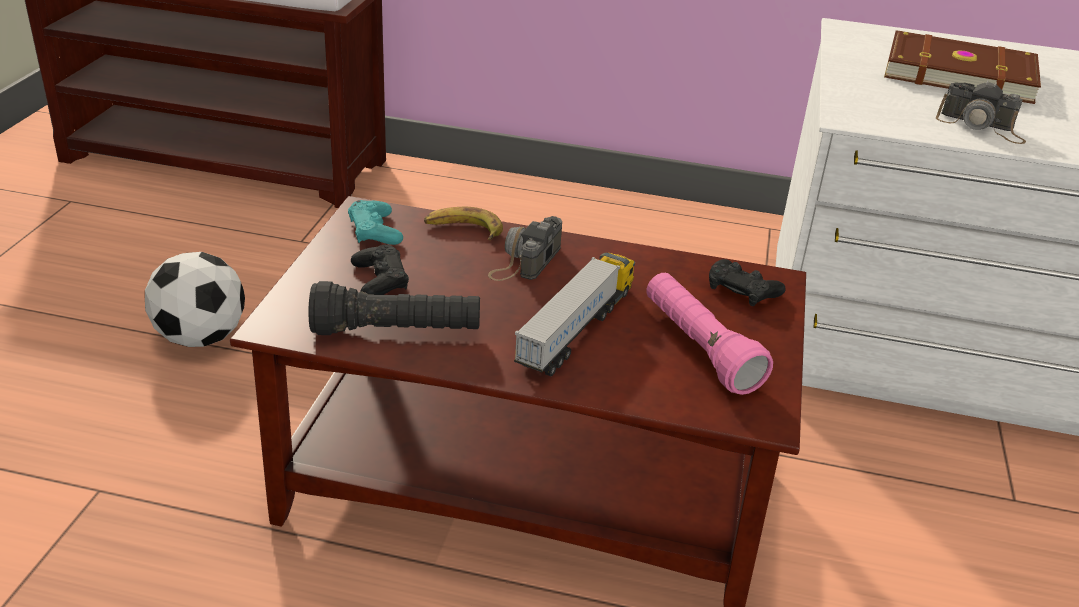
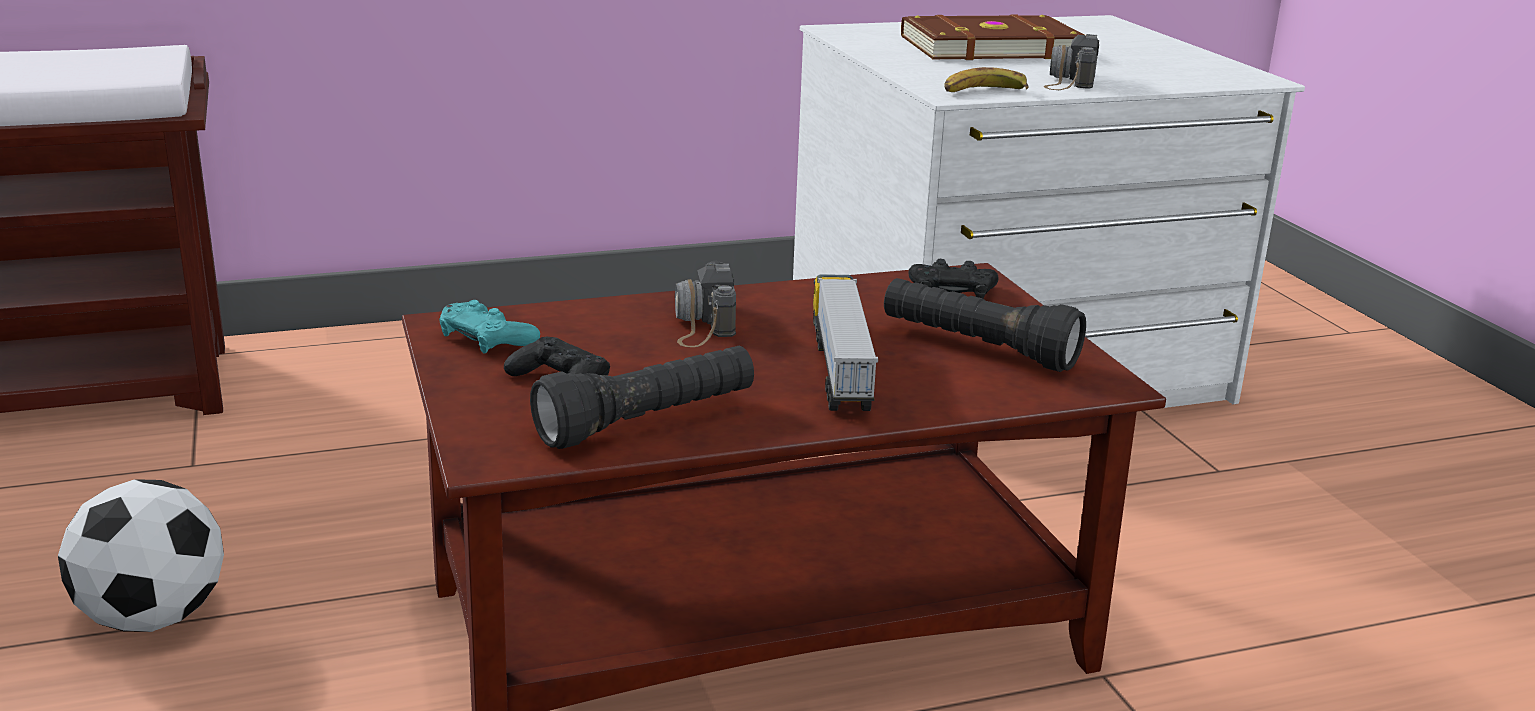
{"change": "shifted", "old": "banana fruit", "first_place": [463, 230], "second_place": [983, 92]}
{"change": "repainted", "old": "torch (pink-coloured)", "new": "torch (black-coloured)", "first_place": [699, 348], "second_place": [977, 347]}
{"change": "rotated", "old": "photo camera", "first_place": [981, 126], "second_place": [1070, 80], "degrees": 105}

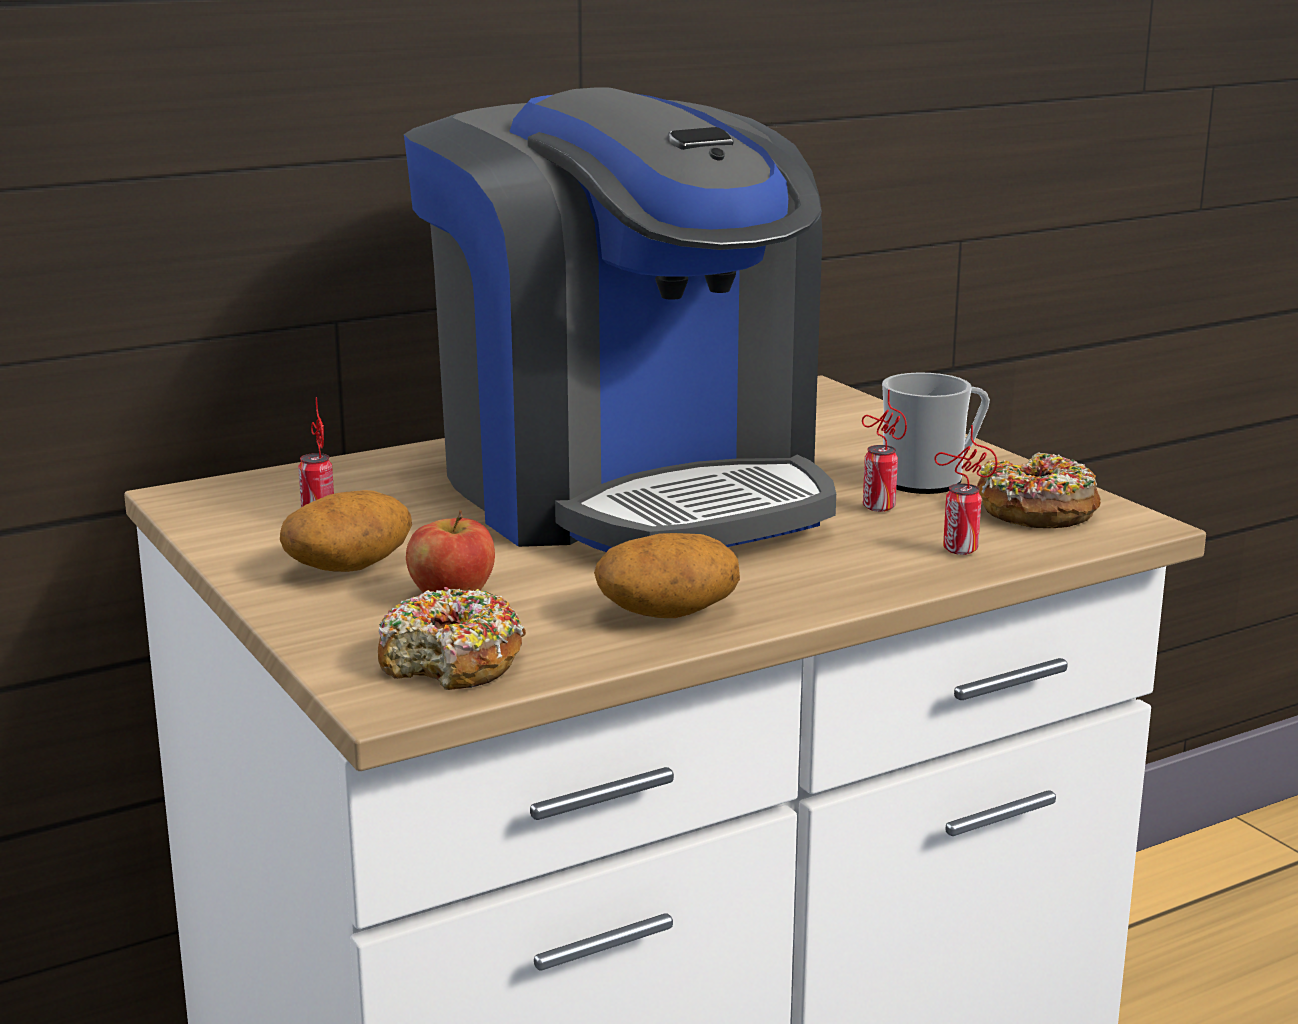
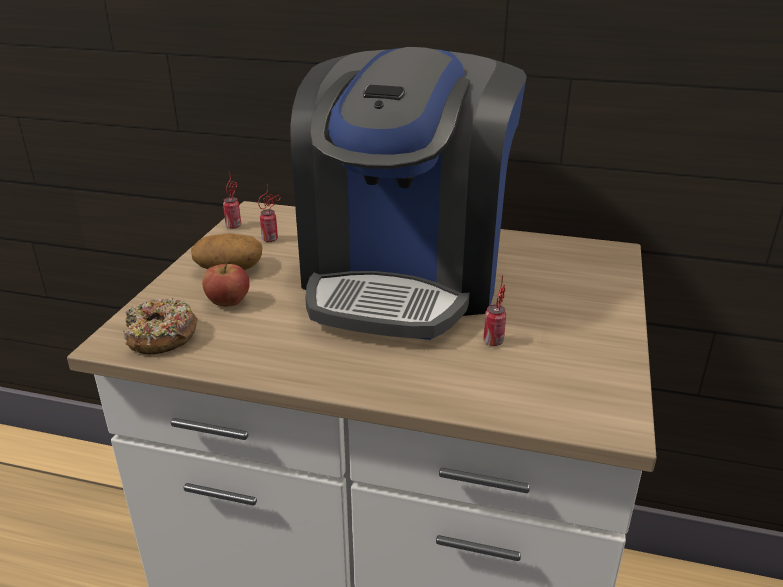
{"change": "gone", "old": "potato", "first_place": [667, 613]}
{"change": "gone", "old": "coffee mug", "first_place": [931, 481]}
{"change": "gone", "old": "ring doughnut", "first_place": [1037, 511]}
{"change": "shifted", "old": "sealed can", "first_place": [956, 549], "second_place": [234, 225]}

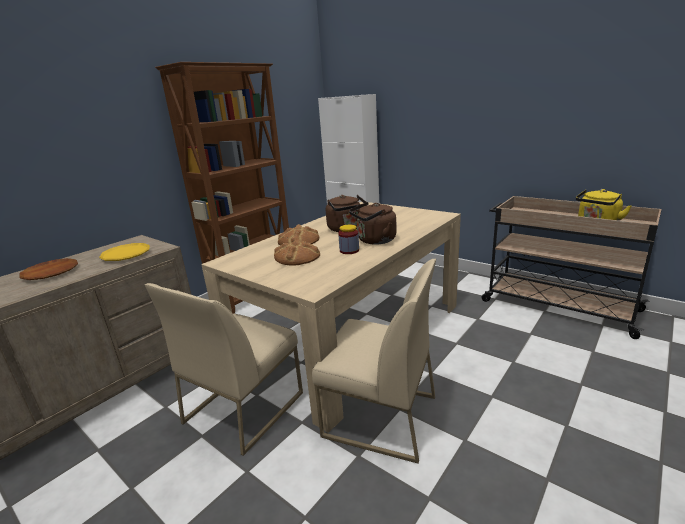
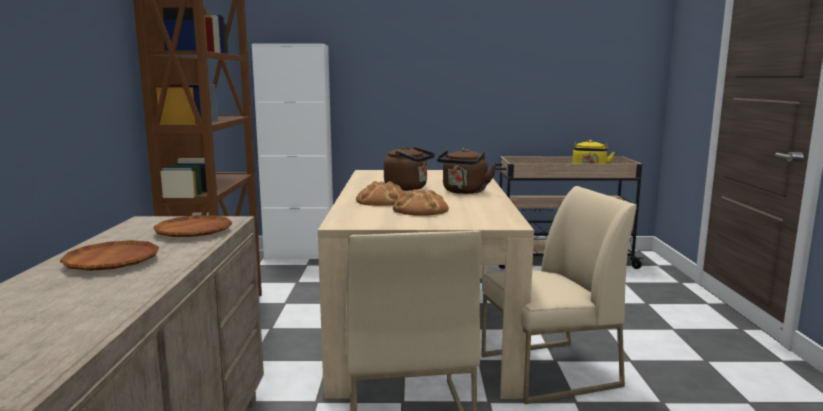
{"change": "gone", "old": "preserve jar", "first_place": [349, 250]}
{"change": "repainted", "old": "plate (yellow)", "new": "plate (brownish)", "first_place": [126, 255], "second_place": [194, 232]}

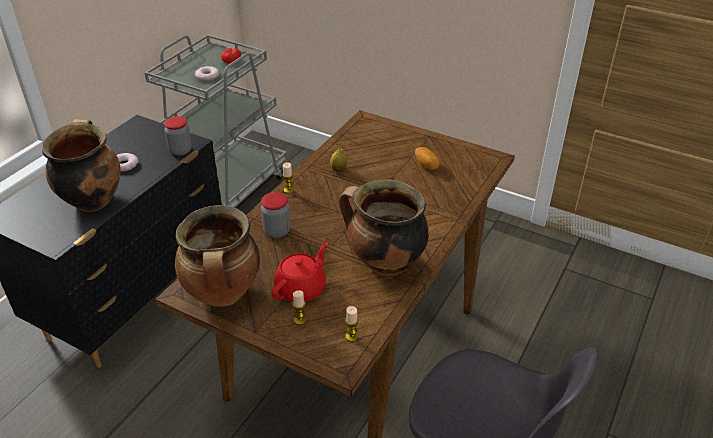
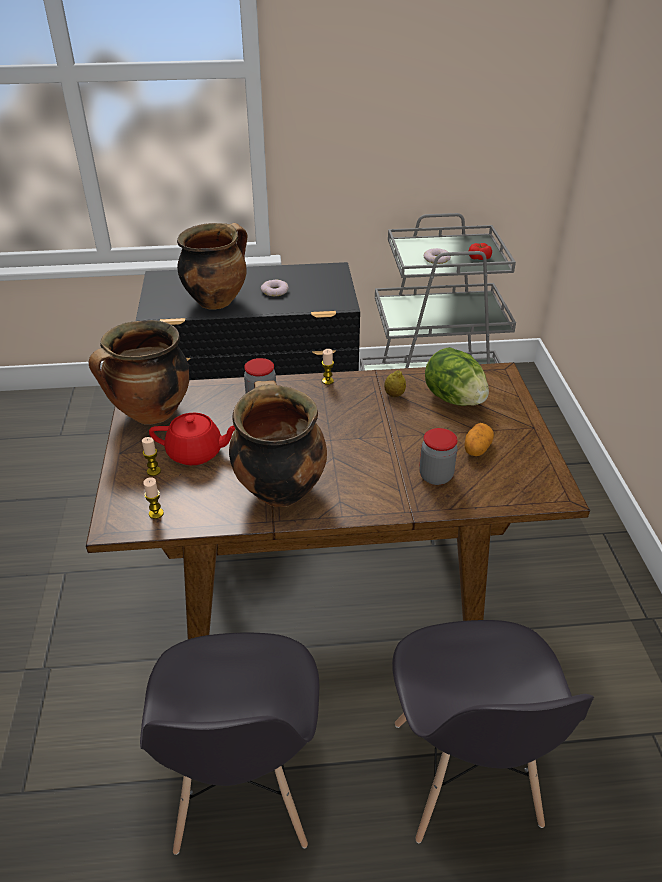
{"change": "new", "new": "plain chair (greyish)", "second_place": [465, 775]}
{"change": "new", "new": "lettuce", "second_place": [454, 399]}
{"change": "shifted", "old": "preserve jar", "first_place": [180, 150], "second_place": [436, 476]}

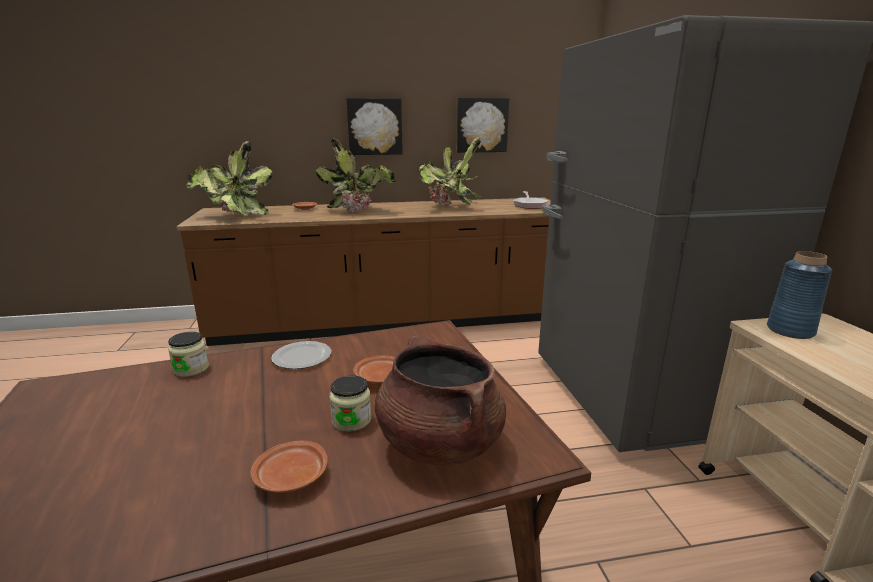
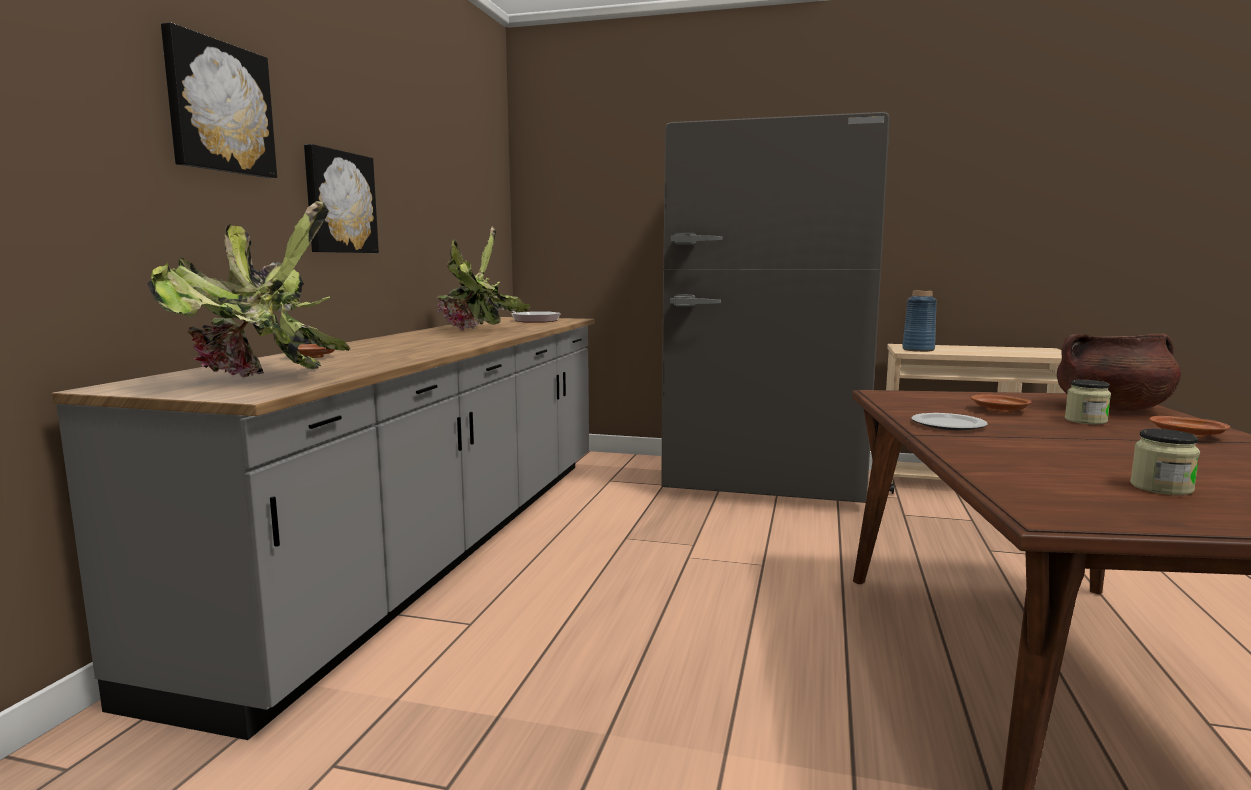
{"change": "gone", "old": "plant in a pot", "first_place": [359, 210]}
{"change": "shifted", "old": "preserve jar", "first_place": [191, 369], "second_place": [1161, 488]}
{"change": "shifted", "old": "wall picture", "first_place": [481, 125], "second_place": [218, 108]}
{"change": "repainted", "old": "kitchen counter (brownish)", "new": "kitchen counter (greyish)", "first_place": [390, 322], "second_place": [438, 545]}

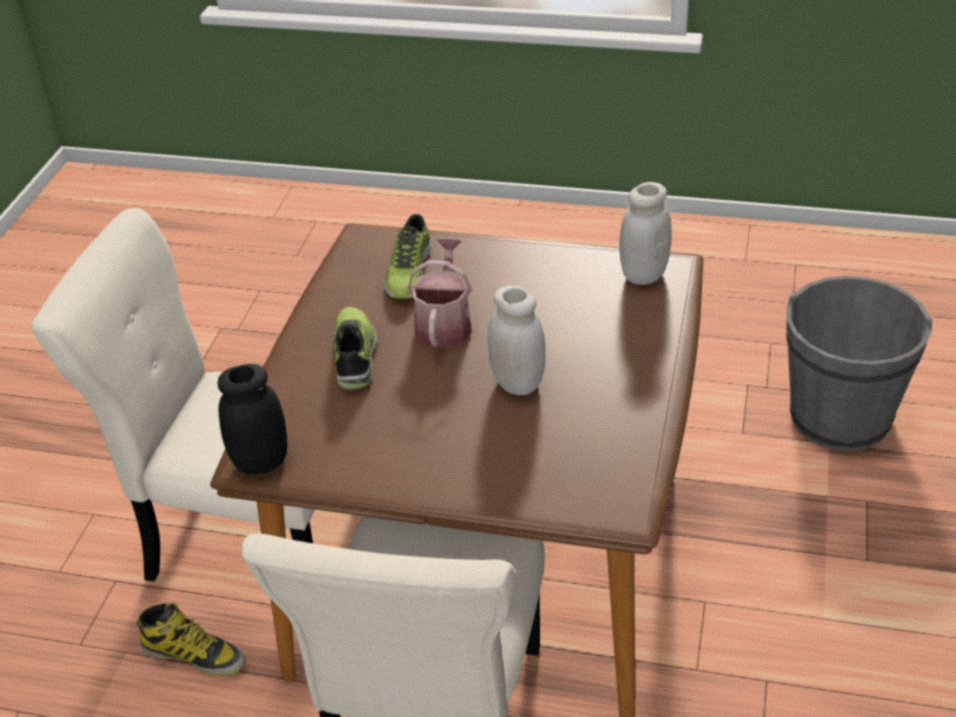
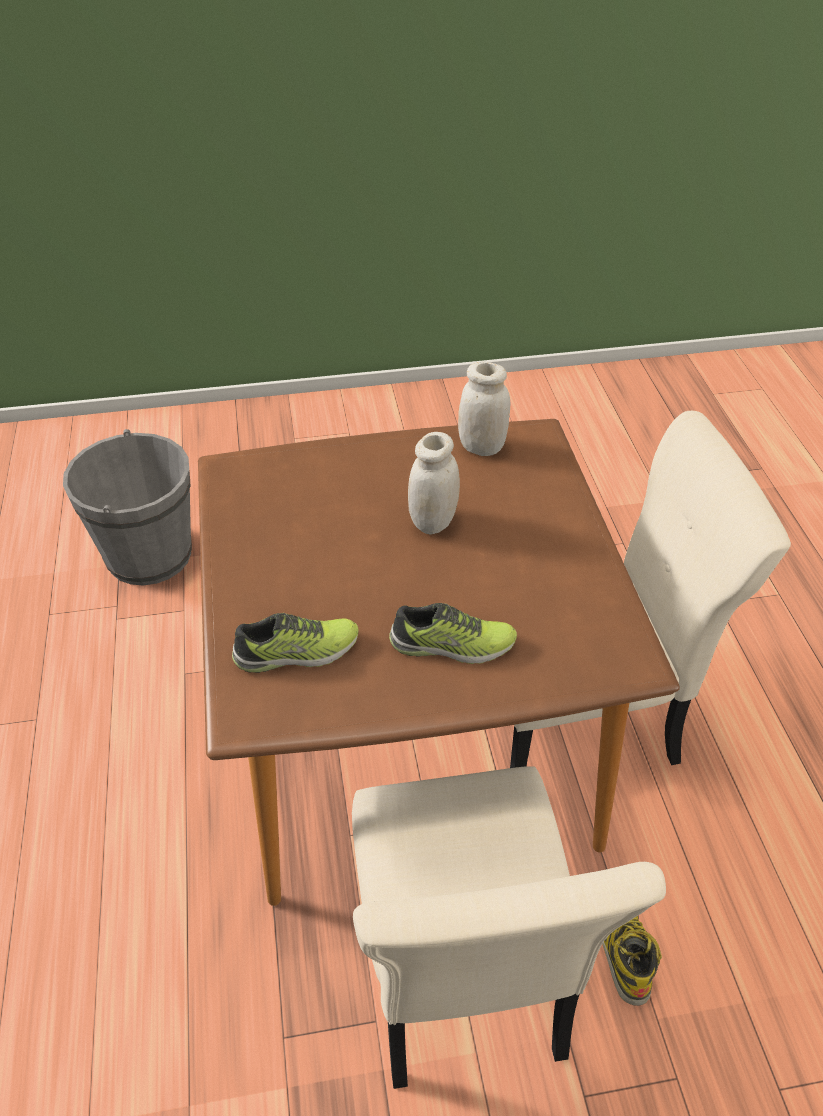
{"change": "gone", "old": "preserve jar (black-coloured)", "first_place": [261, 462]}
{"change": "gone", "old": "sprinkling can", "first_place": [444, 323]}
{"change": "shifted", "old": "preserve jar (white-coloured)", "first_place": [643, 274], "second_place": [481, 447]}
{"change": "rotated", "old": "shoe", "first_place": [355, 355], "second_place": [452, 645], "degrees": -150}

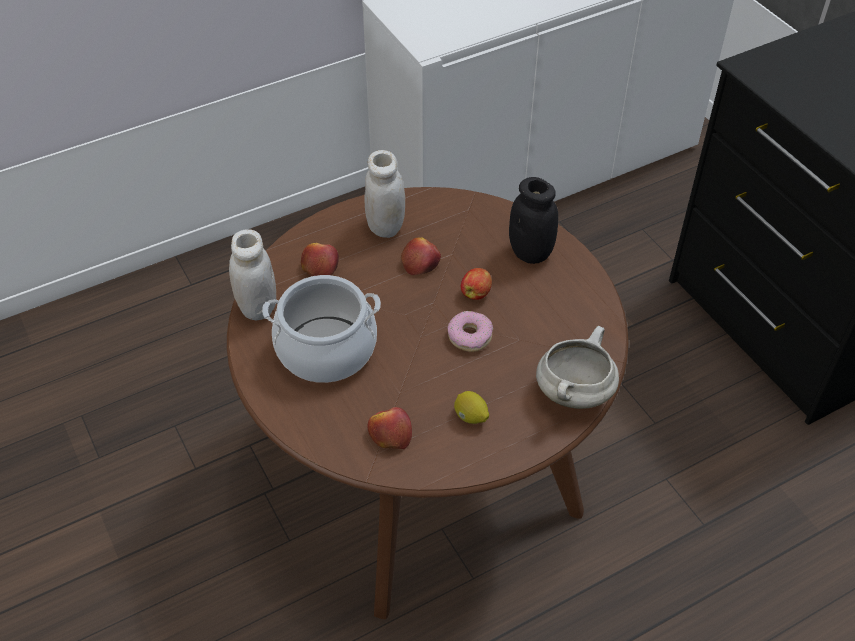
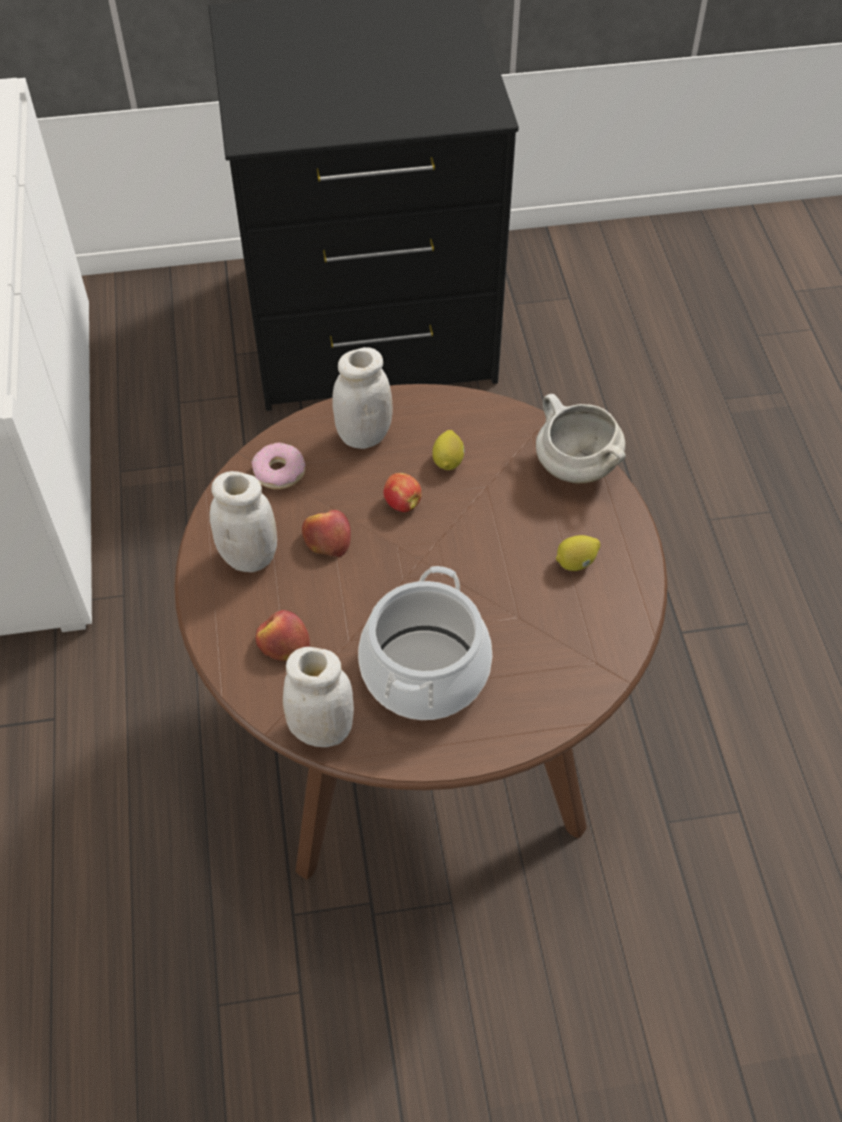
{"change": "gone", "old": "apple fruit", "first_place": [390, 434]}
{"change": "new", "new": "citrus fruit", "second_place": [448, 461]}
{"change": "shifted", "old": "ring doughnut", "first_place": [470, 336], "second_place": [279, 472]}
{"change": "repainted", "old": "preserve jar (black-coloured)", "new": "preserve jar (white-coloured)", "first_place": [530, 253], "second_place": [364, 435]}

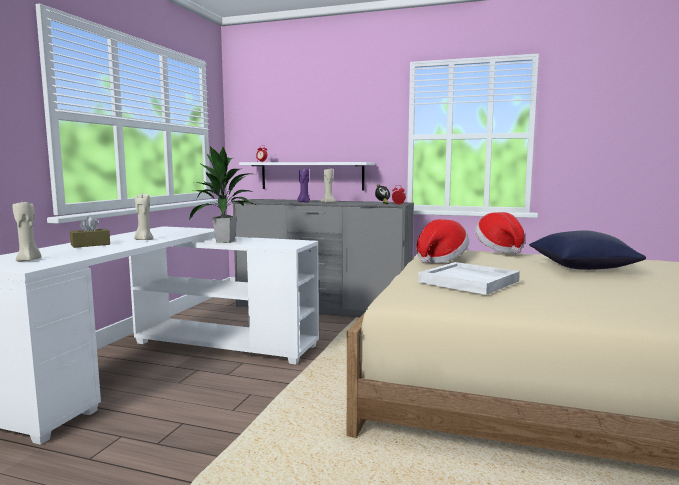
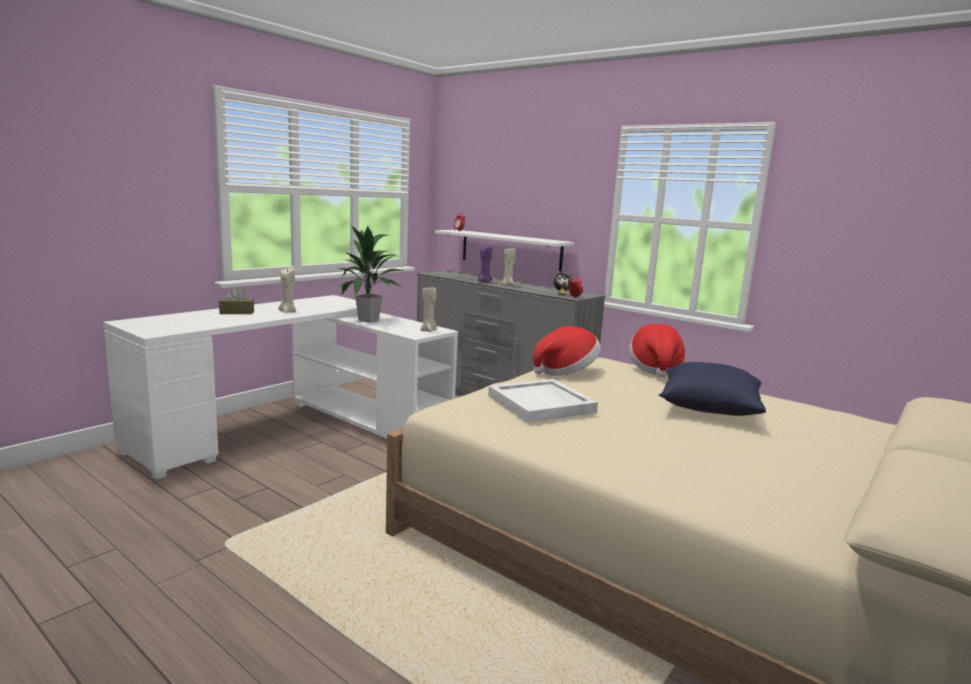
{"change": "shifted", "old": "wax candle (beige)", "first_place": [29, 260], "second_place": [428, 331]}

